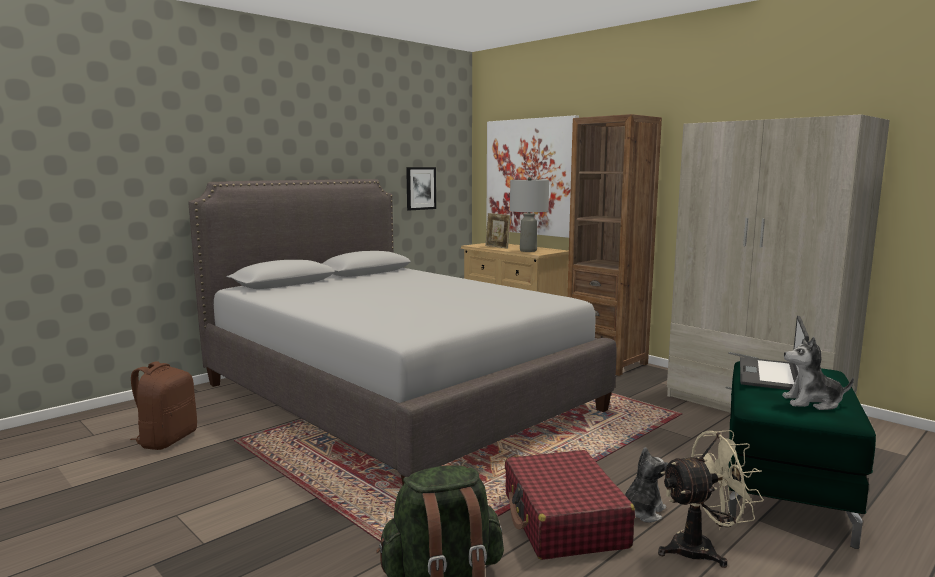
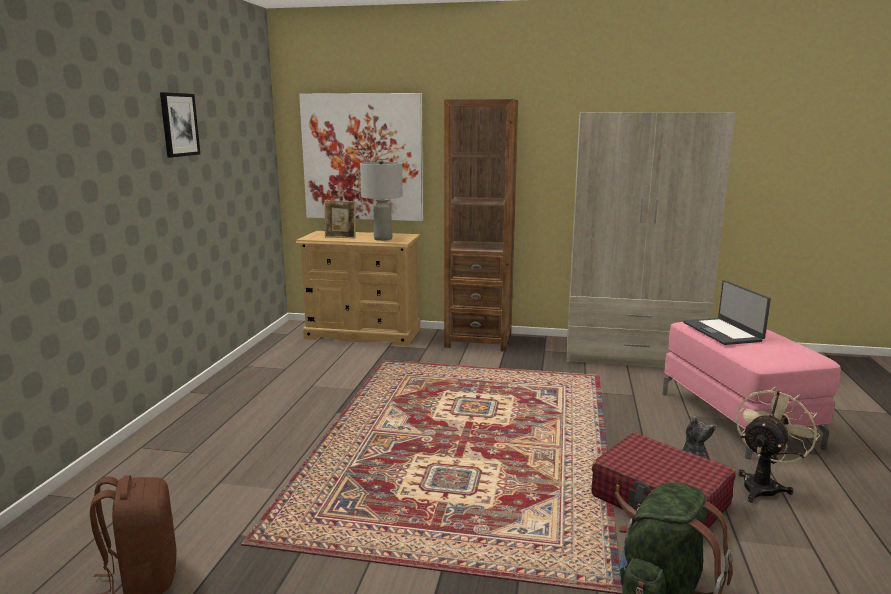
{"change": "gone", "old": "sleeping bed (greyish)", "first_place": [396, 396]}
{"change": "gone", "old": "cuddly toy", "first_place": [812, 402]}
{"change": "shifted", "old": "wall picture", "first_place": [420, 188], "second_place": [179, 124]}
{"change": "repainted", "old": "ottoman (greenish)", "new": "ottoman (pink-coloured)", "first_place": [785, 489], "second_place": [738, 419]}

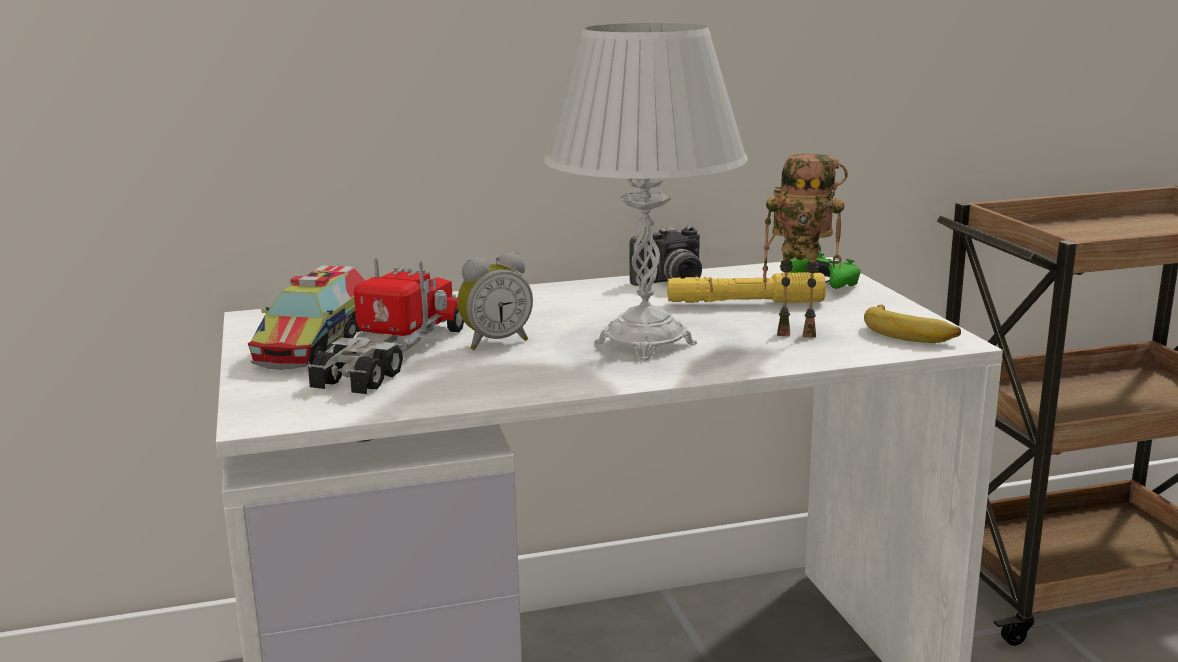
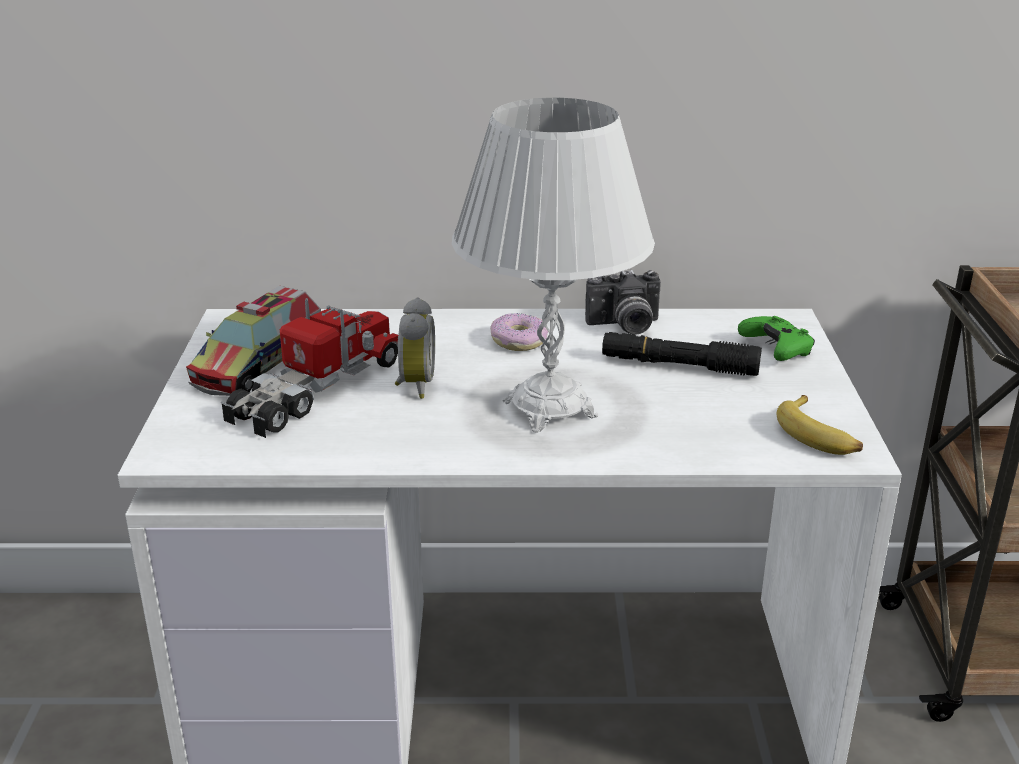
{"change": "gone", "old": "model robot", "first_place": [799, 333]}
{"change": "new", "new": "ring doughnut", "second_place": [519, 340]}
{"change": "repainted", "old": "torch (yellow)", "new": "torch (black-coloured)", "first_place": [744, 303], "second_place": [679, 366]}
{"change": "rotated", "old": "alarm clock", "first_place": [495, 342], "second_place": [414, 385], "degrees": -75}

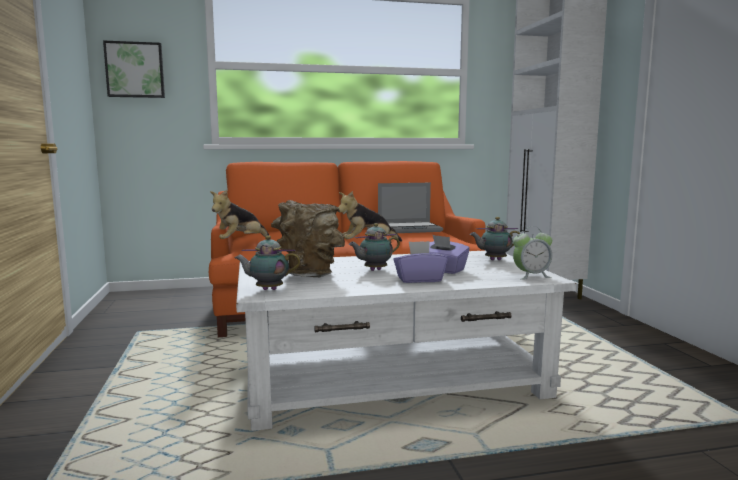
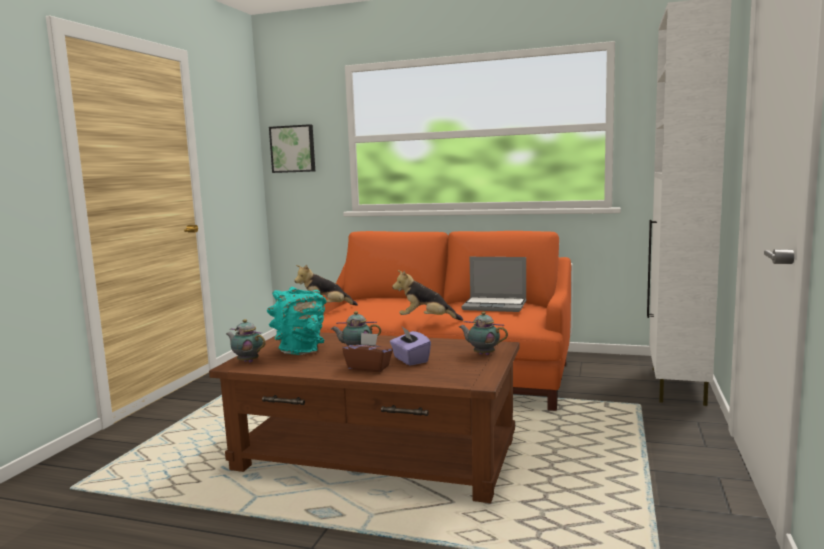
{"change": "gone", "old": "alarm clock", "first_place": [531, 276]}
{"change": "repainted", "old": "lounge table (white-coloured)", "new": "lounge table (brownish)", "first_place": [394, 381], "second_place": [377, 455]}
{"change": "repainted", "old": "vase (brownish)", "new": "vase (turquoise-coloured)", "first_place": [308, 274], "second_place": [301, 350]}
{"change": "repainted", "old": "tissue holder (purple)", "new": "tissue holder (brownish)", "first_place": [419, 279], "second_place": [369, 367]}

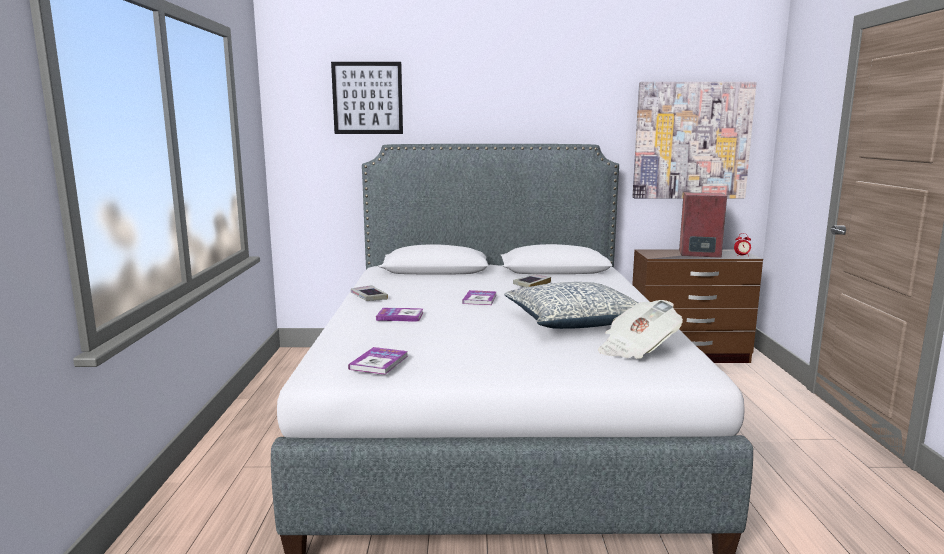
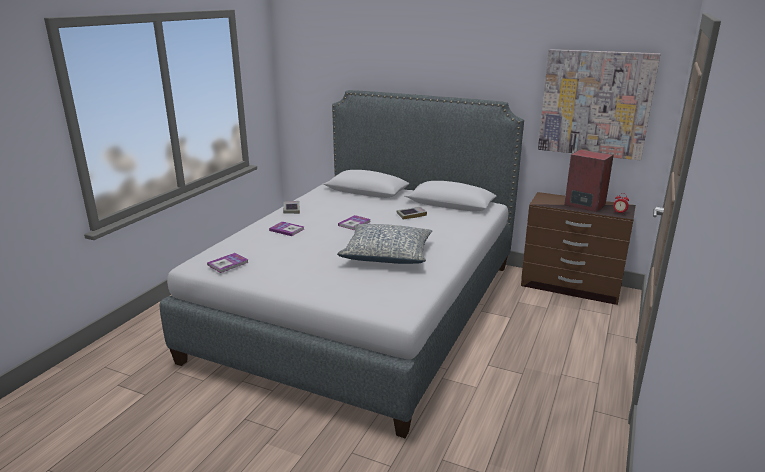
{"change": "gone", "old": "wall picture", "first_place": [367, 98]}
{"change": "gone", "old": "daily paper", "first_place": [636, 350]}

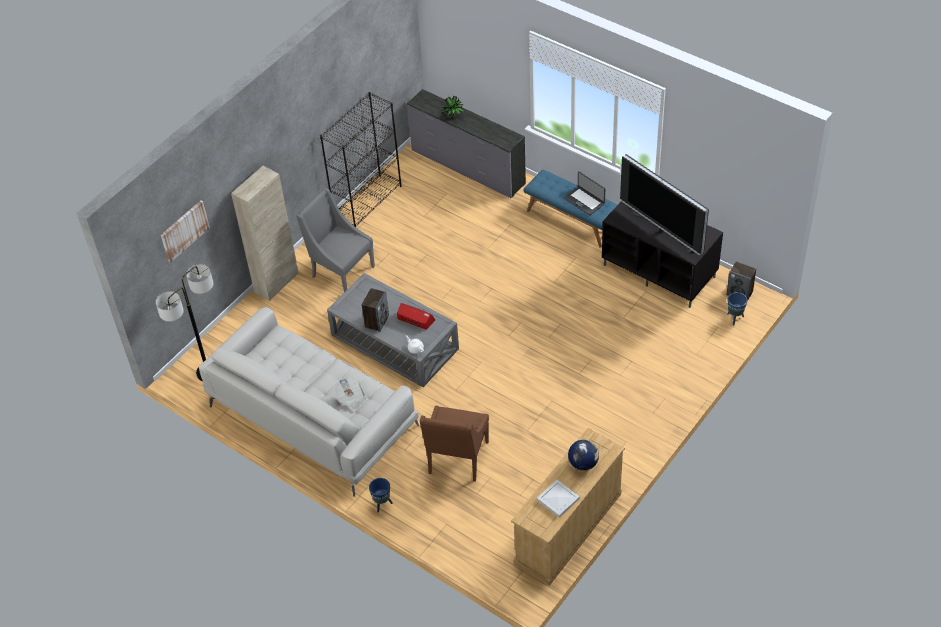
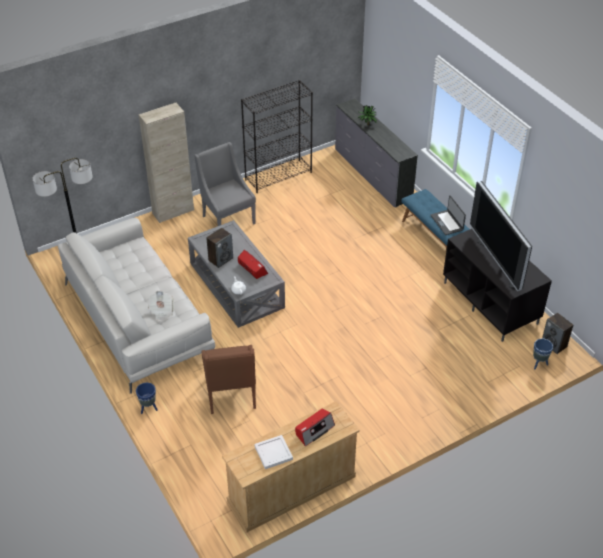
{"change": "gone", "old": "wall picture", "first_place": [184, 230]}
{"change": "swapped", "old": "desk globe", "new": "radio receiver", "first_place": [583, 463], "second_place": [314, 430]}
{"change": "rotated", "old": "armchair (brownish)", "first_place": [457, 459], "second_place": [231, 395], "degrees": -45}

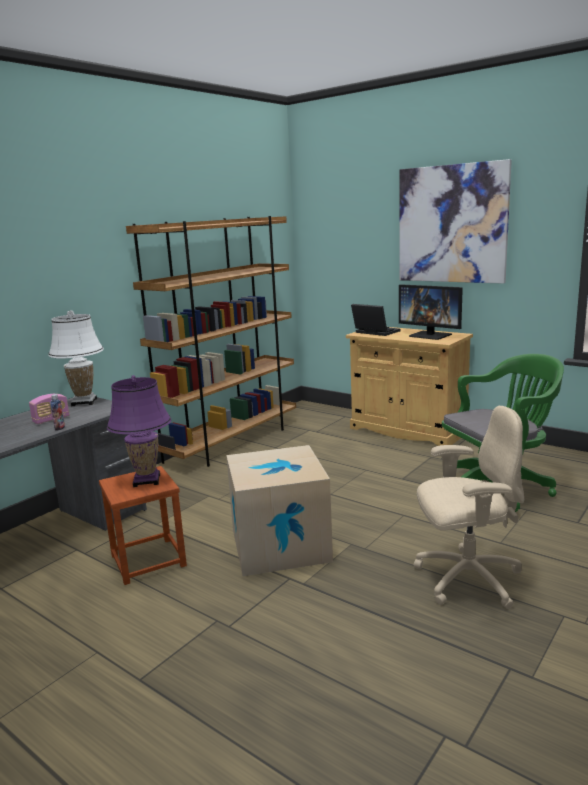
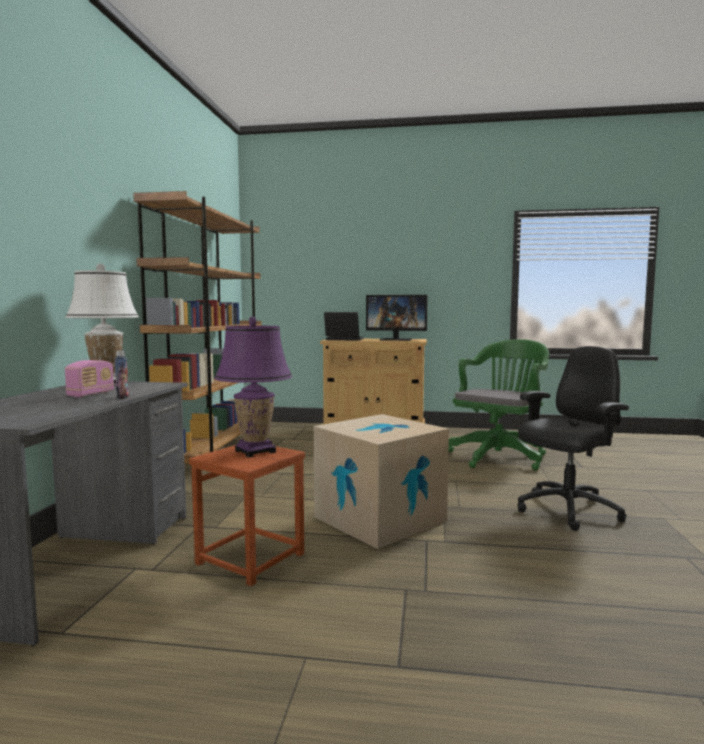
{"change": "gone", "old": "wall picture", "first_place": [452, 224]}
{"change": "repainted", "old": "computer chair (beige)", "new": "computer chair (black-coloured)", "first_place": [466, 579], "second_place": [566, 511]}

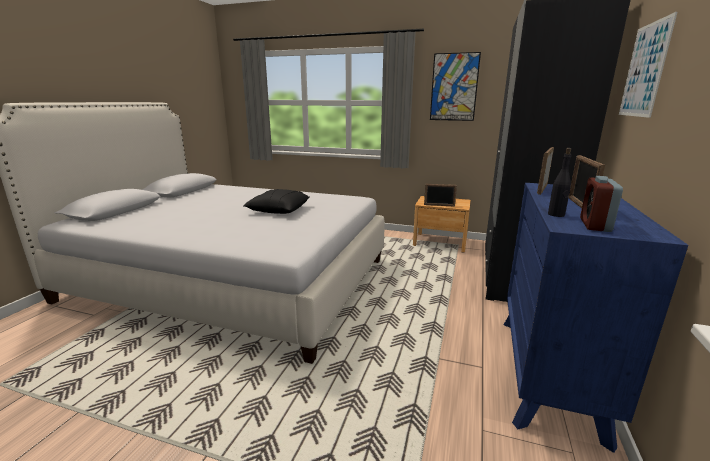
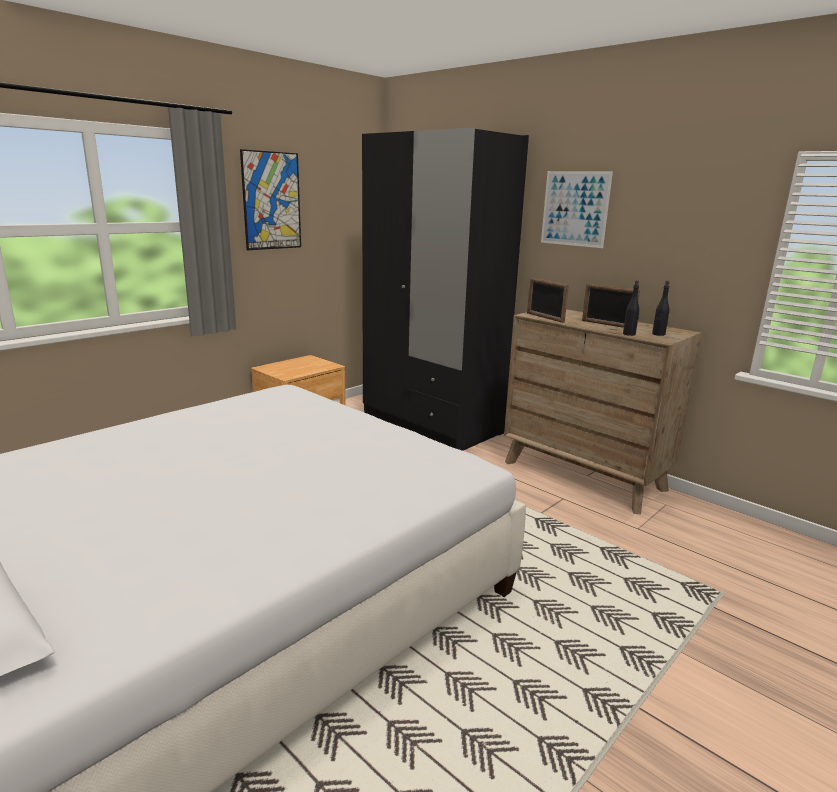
{"change": "gone", "old": "cushion (black-coloured)", "first_place": [278, 210]}
{"change": "gone", "old": "standing frame", "first_place": [439, 205]}
{"change": "swapped", "old": "alarm clock", "new": "drink bottle (black-coloured)", "first_place": [595, 225], "second_place": [658, 334]}
{"change": "repainted", "old": "dresser (blue-coloured)", "new": "dresser (brownish)", "first_place": [548, 373], "second_place": [583, 475]}

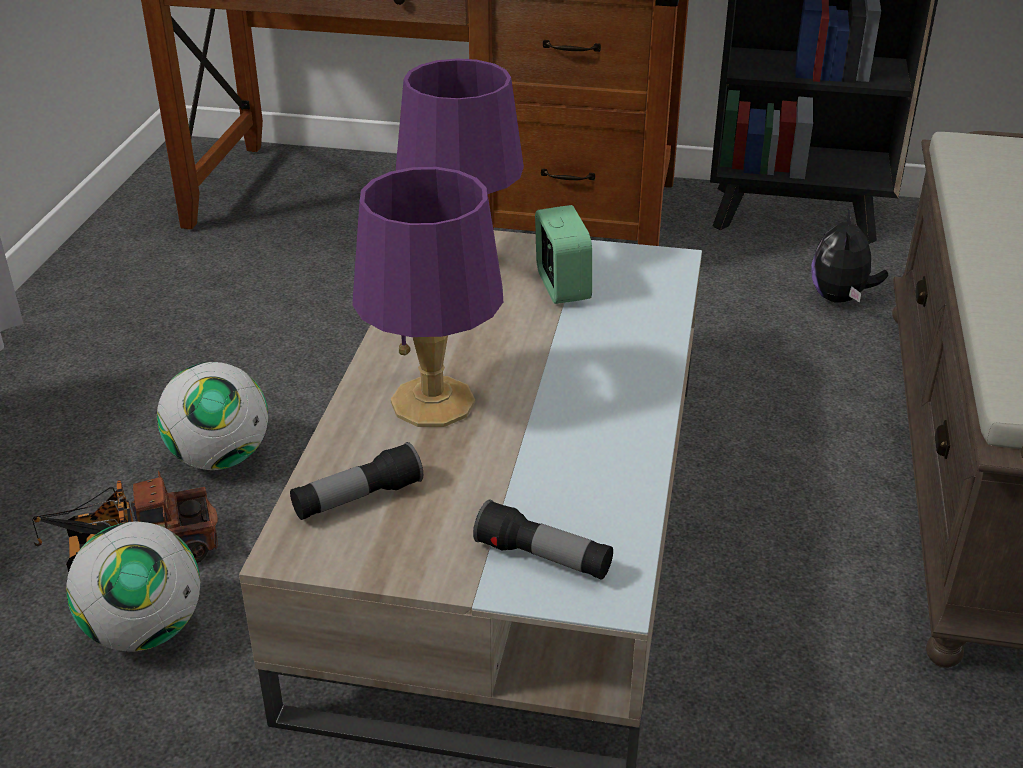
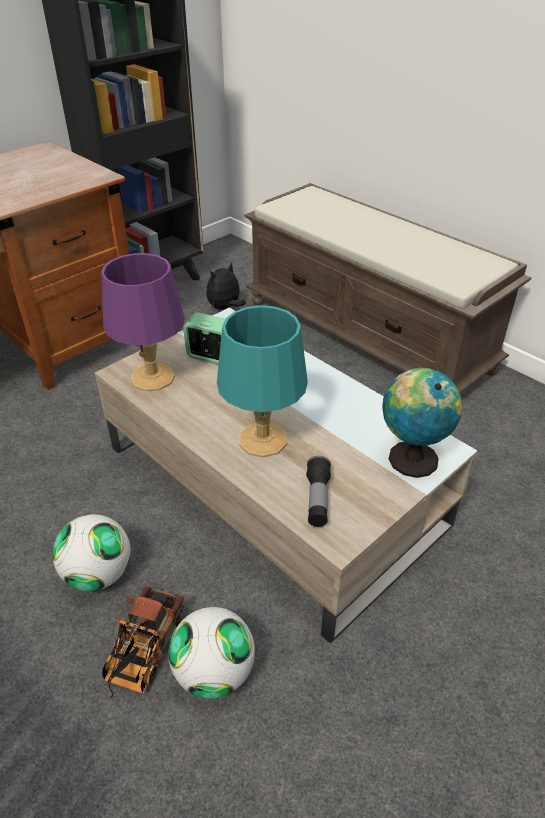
{"change": "swapped", "old": "torch", "new": "desk globe", "first_place": [543, 558], "second_place": [410, 457]}
{"change": "repainted", "old": "table lamp (purple)", "new": "table lamp (turquoise-coloured)", "first_place": [435, 402], "second_place": [263, 439]}
{"change": "rotated", "old": "cuddly toy", "first_place": [840, 298], "second_place": [225, 308], "degrees": 90}

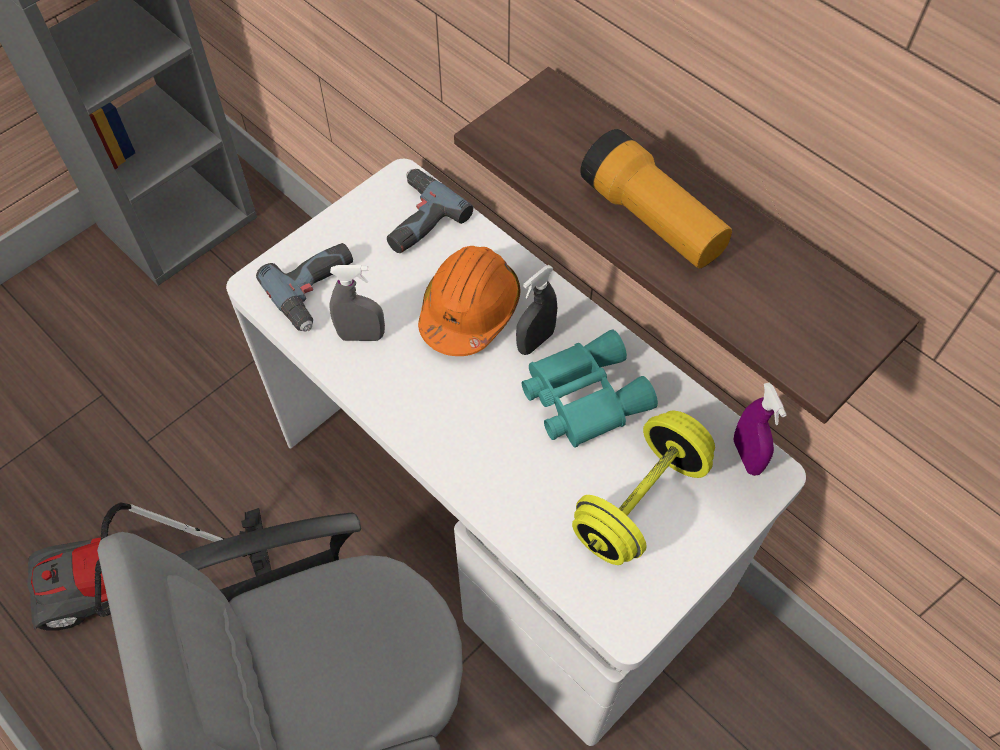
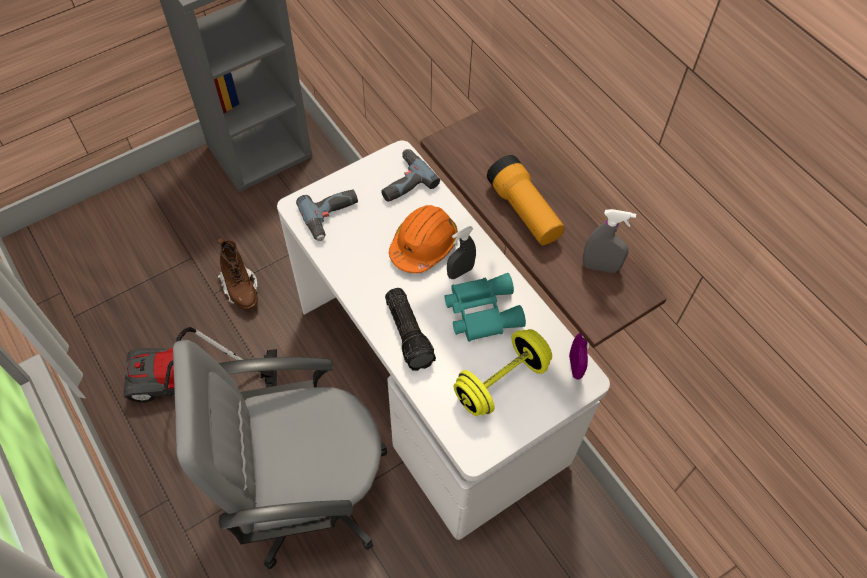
{"change": "new", "new": "high-top boot (brownish)", "second_place": [240, 288]}
{"change": "new", "new": "torch", "second_place": [410, 334]}
{"change": "shifted", "old": "sprayer (greyish)", "first_place": [361, 336], "second_place": [600, 267]}

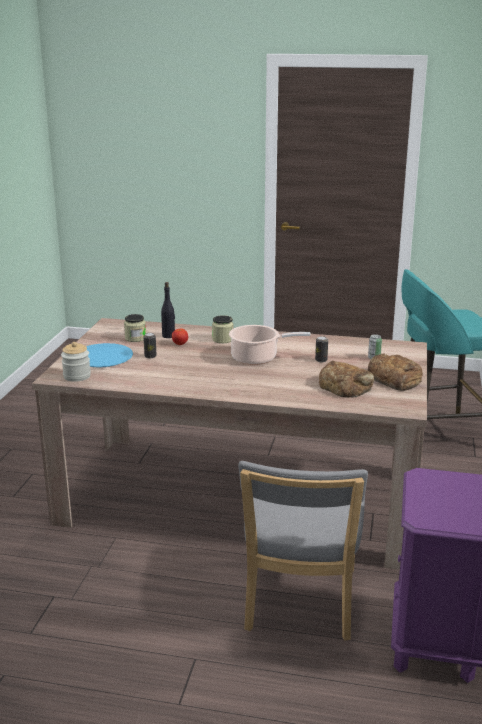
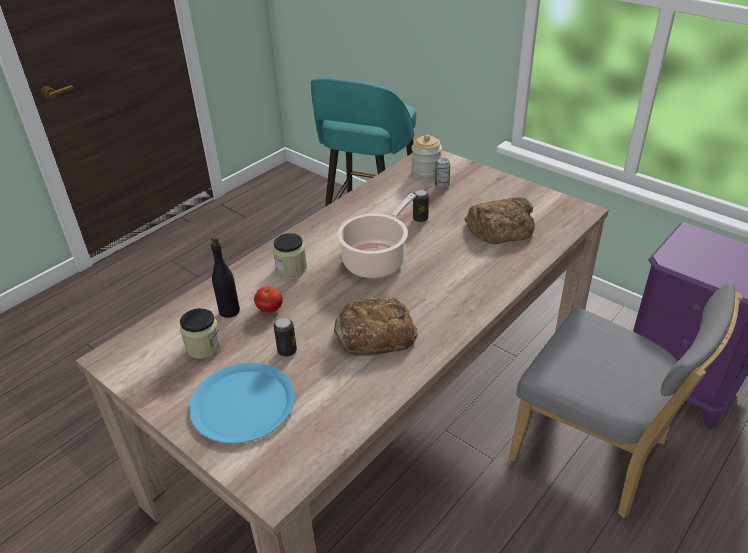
{"change": "shifted", "old": "preserve jar", "first_place": [77, 376], "second_place": [426, 172]}
{"change": "shifted", "old": "baked bread", "first_place": [394, 378], "second_place": [373, 334]}

